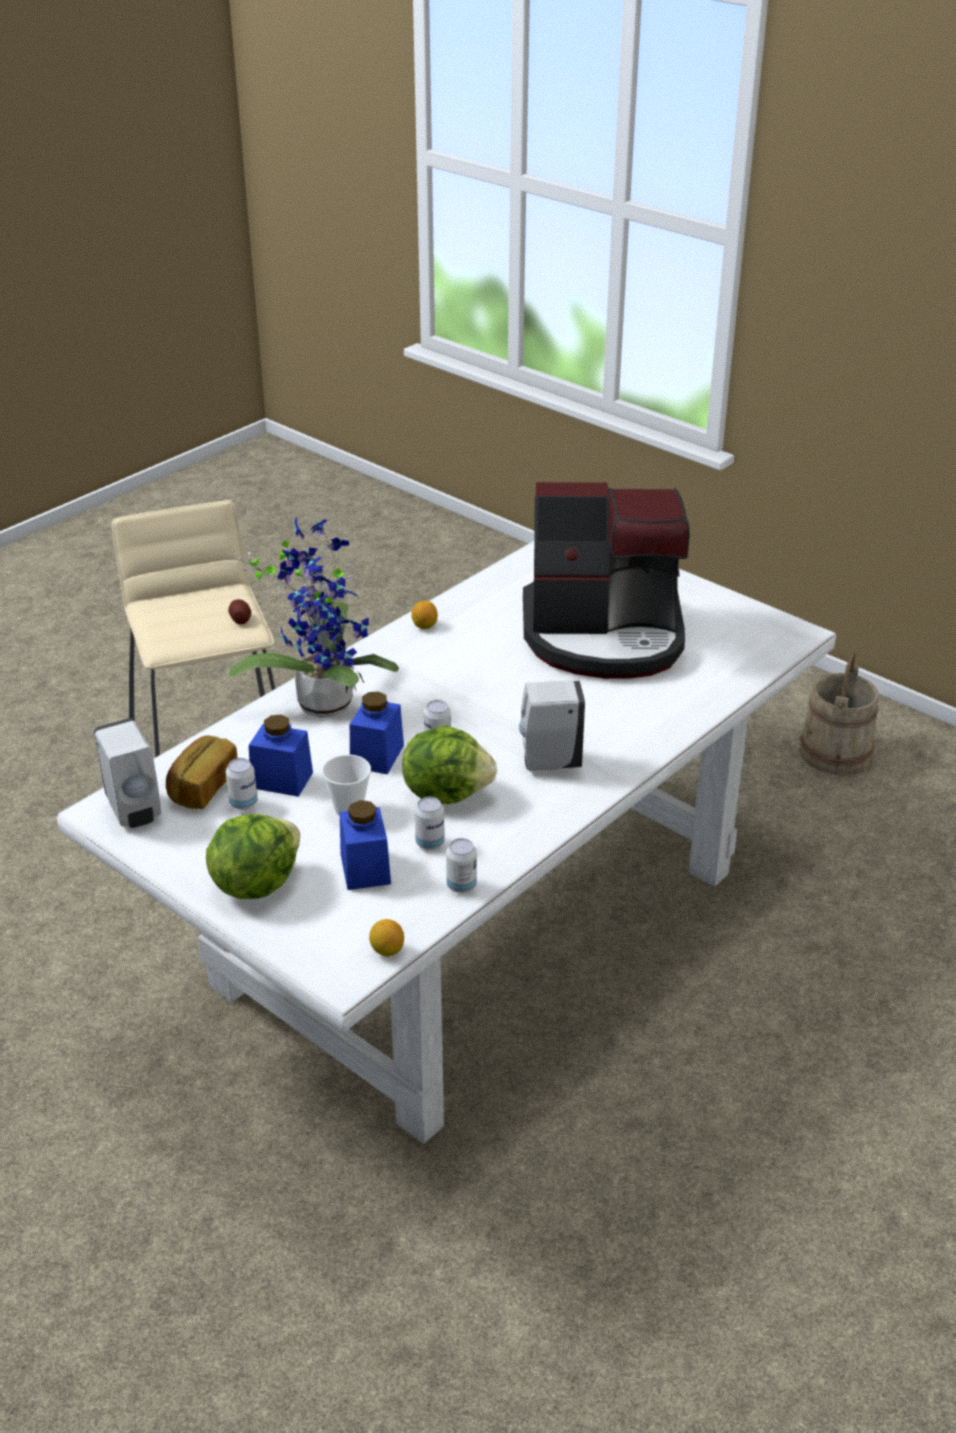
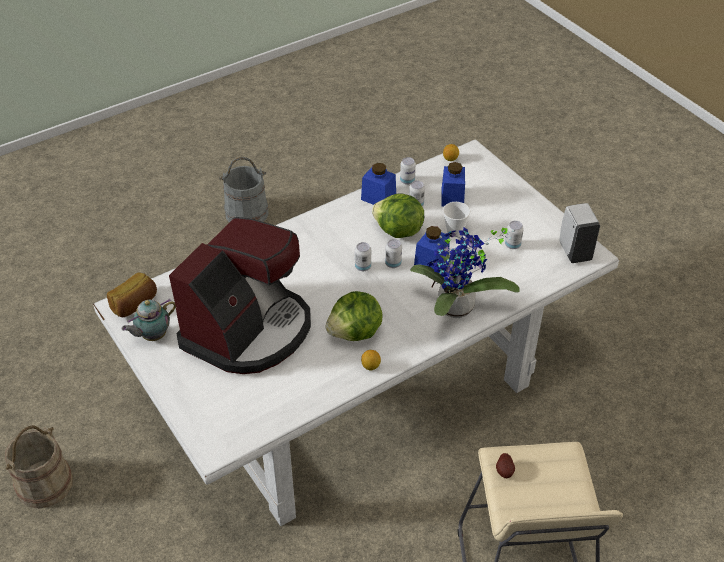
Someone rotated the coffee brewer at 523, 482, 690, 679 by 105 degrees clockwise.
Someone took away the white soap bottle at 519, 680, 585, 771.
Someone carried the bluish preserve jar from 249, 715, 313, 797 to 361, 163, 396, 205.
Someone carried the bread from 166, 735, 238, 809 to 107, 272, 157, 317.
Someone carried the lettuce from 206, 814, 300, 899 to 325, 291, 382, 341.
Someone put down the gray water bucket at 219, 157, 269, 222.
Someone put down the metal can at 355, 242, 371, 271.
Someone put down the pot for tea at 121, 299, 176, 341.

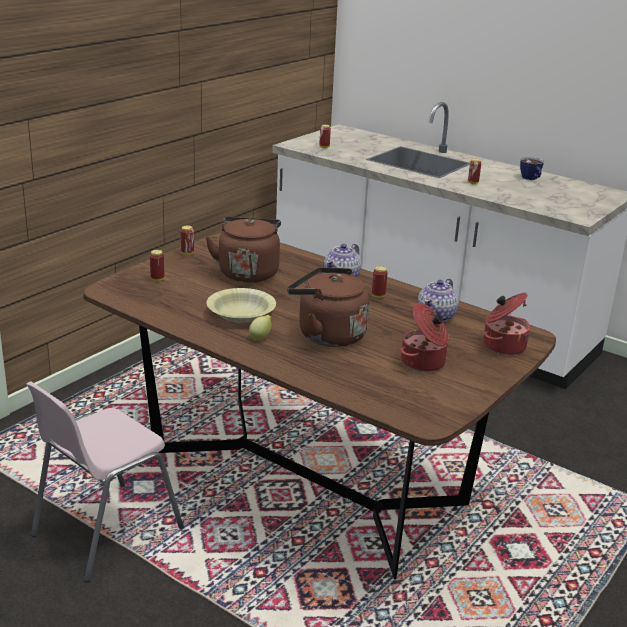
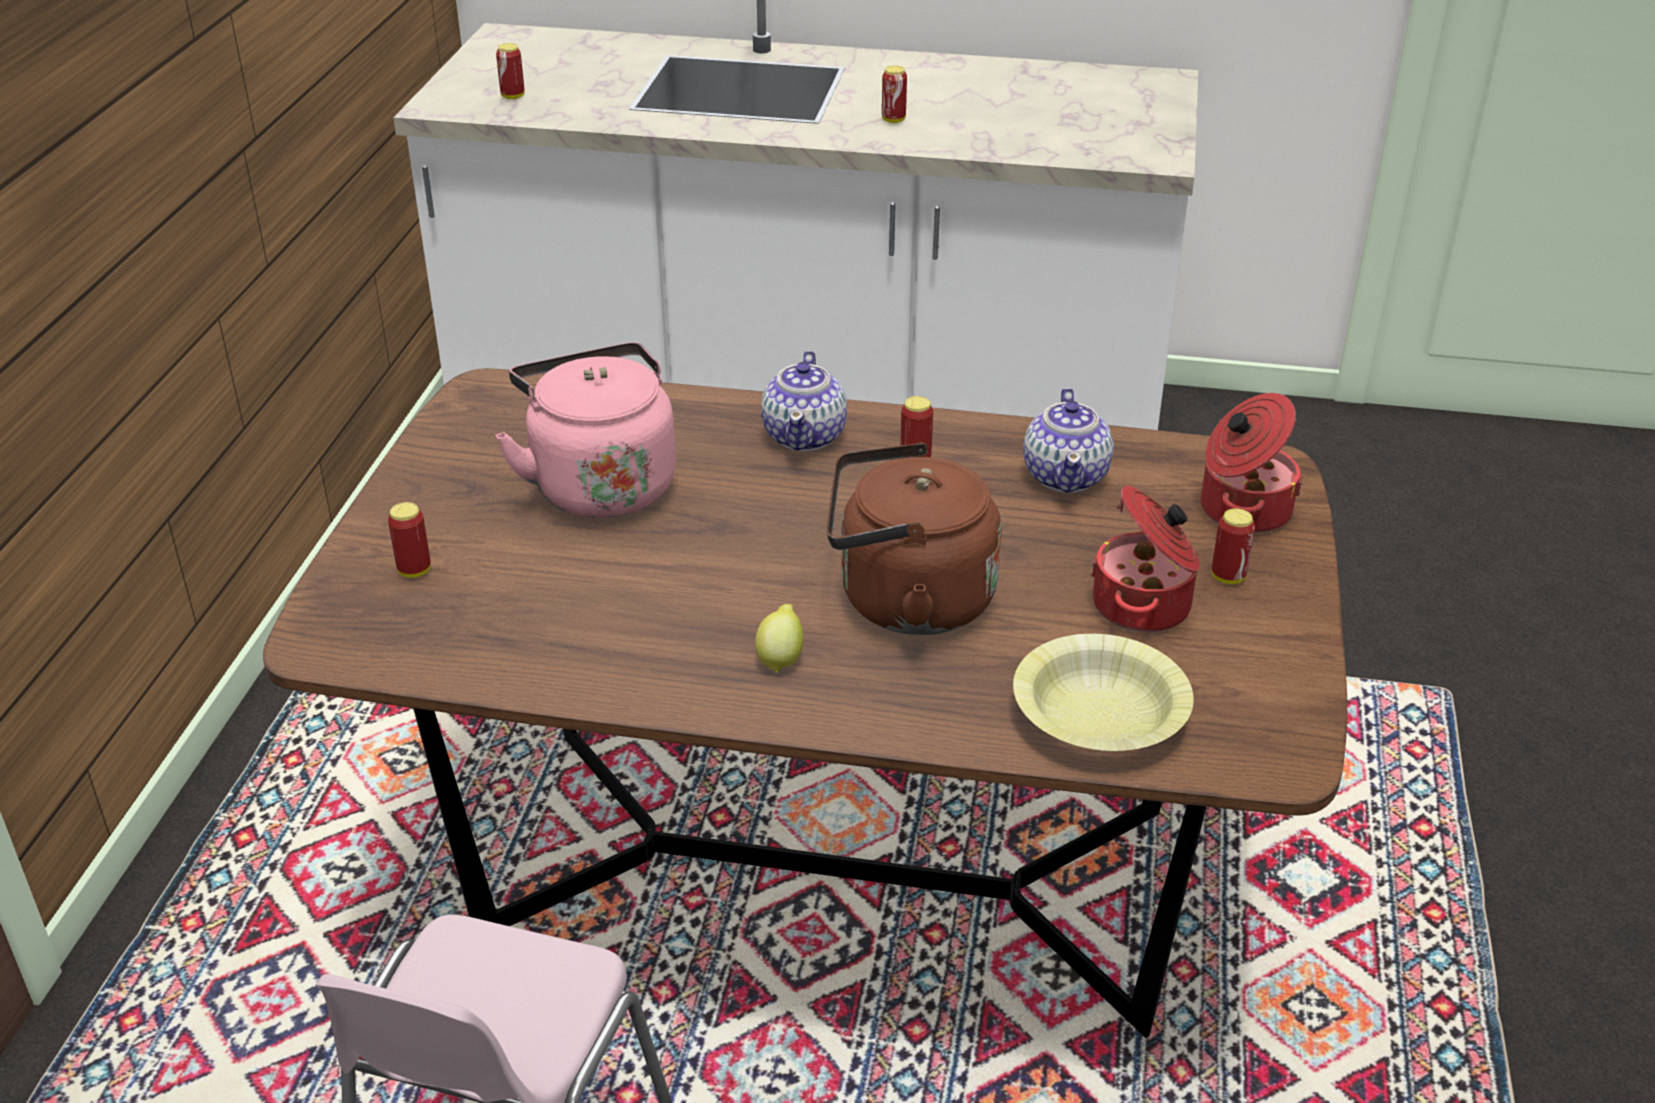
Someone took away the cup at 520, 157, 544, 180.
Someone repainted the brown kettle at 205, 217, 281, 283, which became the pink-coloured kettle at 495, 342, 676, 518.
Someone carried the metal can from 181, 225, 194, 255 to 1212, 508, 1255, 584.
Someone carried the yellow serving bowl from 207, 288, 276, 323 to 1013, 634, 1194, 751.

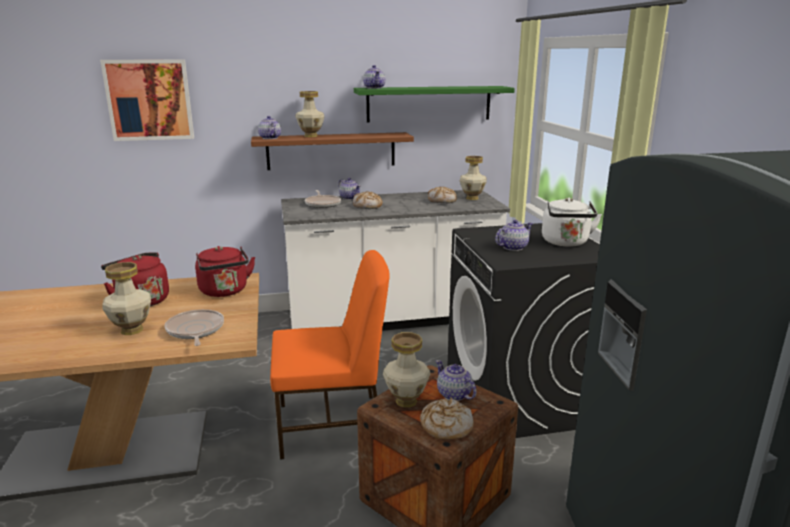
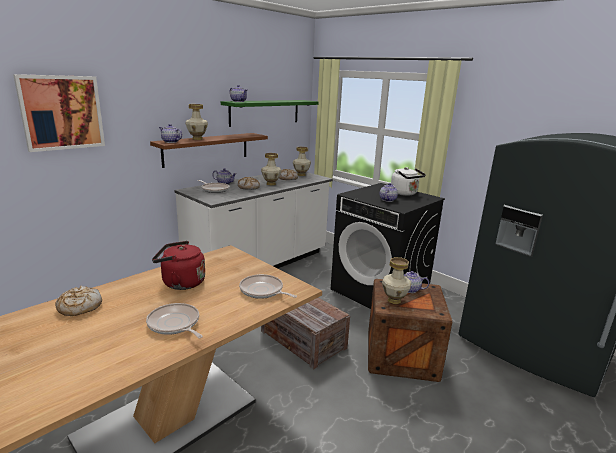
Someone took away the red-coloured kettle at 195, 246, 255, 297.
Someone swapped the orange upright chair at 270, 250, 390, 460 for the packing crate at 261, 298, 350, 369.
Someone carried the decorative vase from 102, 262, 151, 335 to 261, 153, 282, 185.
Someone carried the bread from 420, 398, 474, 439 to 55, 286, 102, 316.
Someone put down the skillet at 146, 303, 203, 338.

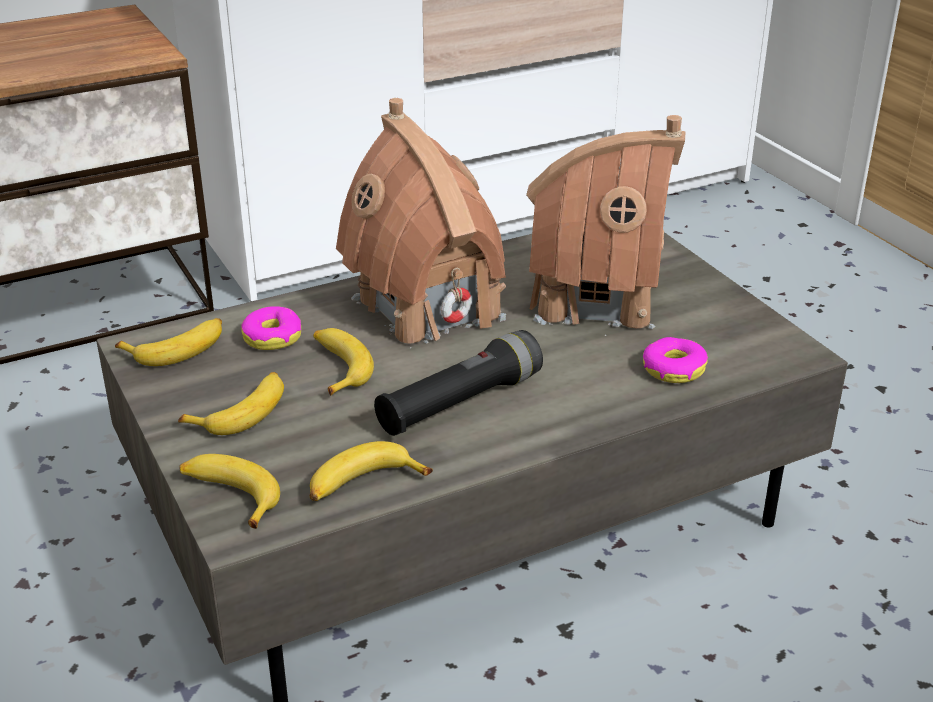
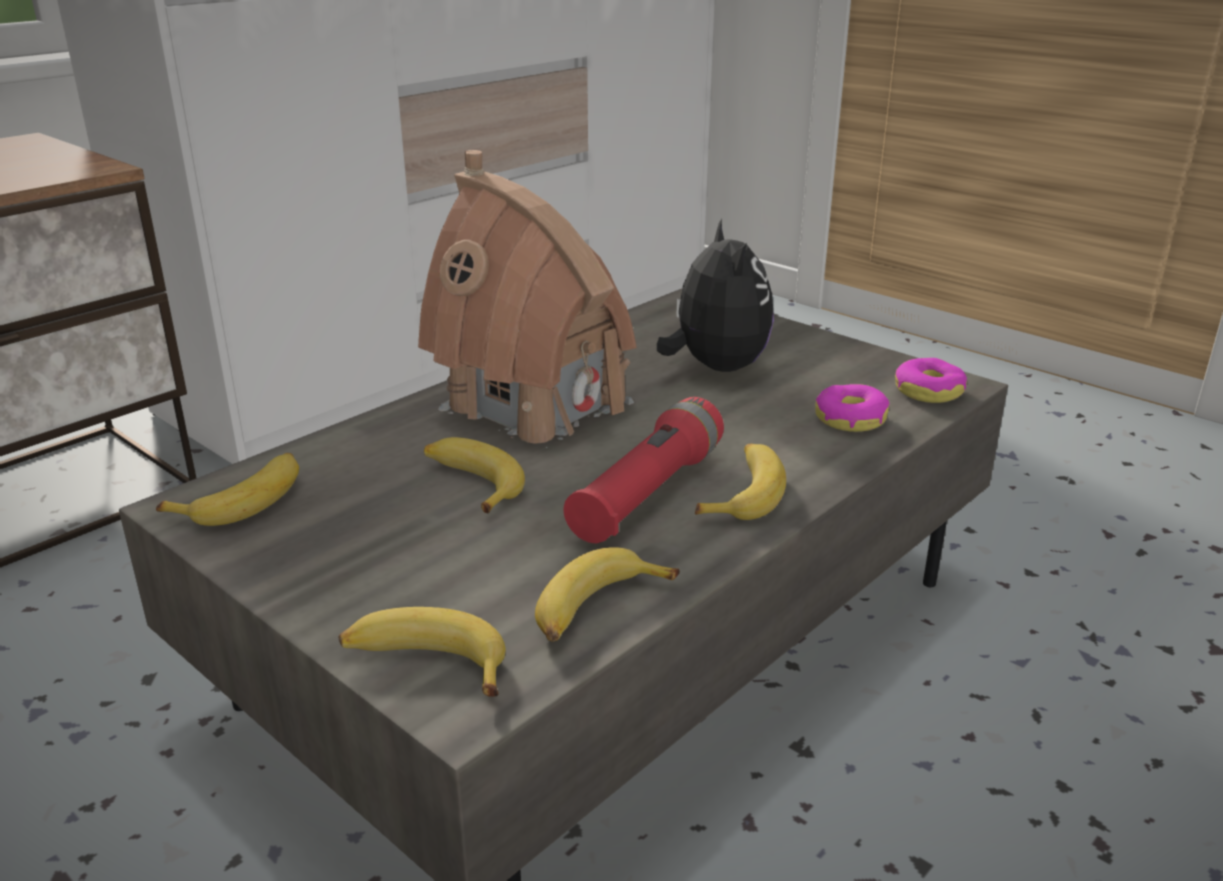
Someone swapped the model house at 526, 115, 686, 336 for the cuddly toy at 657, 218, 774, 372.
Someone carried the ring doughnut from 241, 306, 301, 350 to 895, 358, 967, 403.
Someone repainted the black torch at 374, 330, 543, 436, which became the red-coloured torch at 563, 397, 724, 543.
Someone carried the banana from 178, 372, 284, 435 to 695, 443, 786, 520.

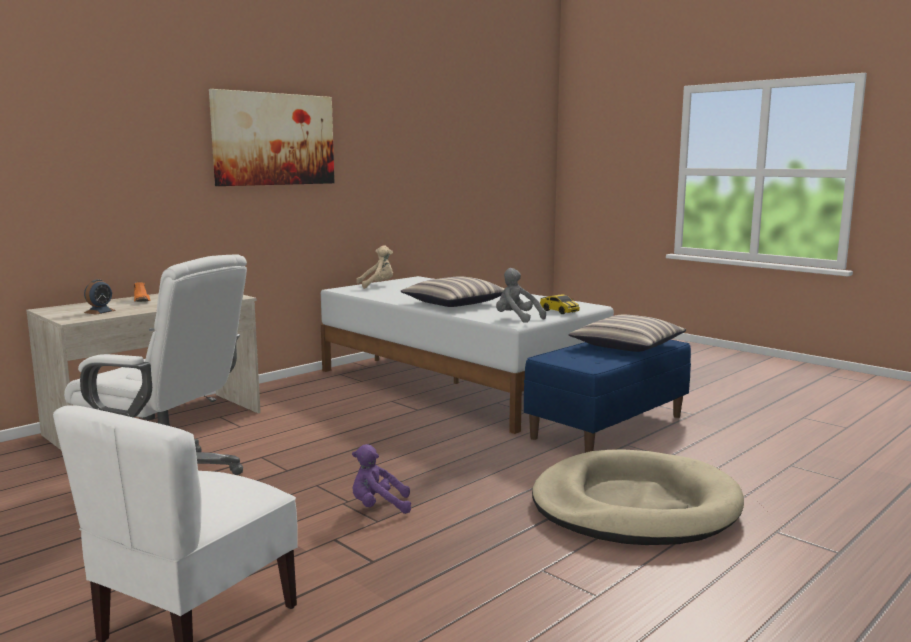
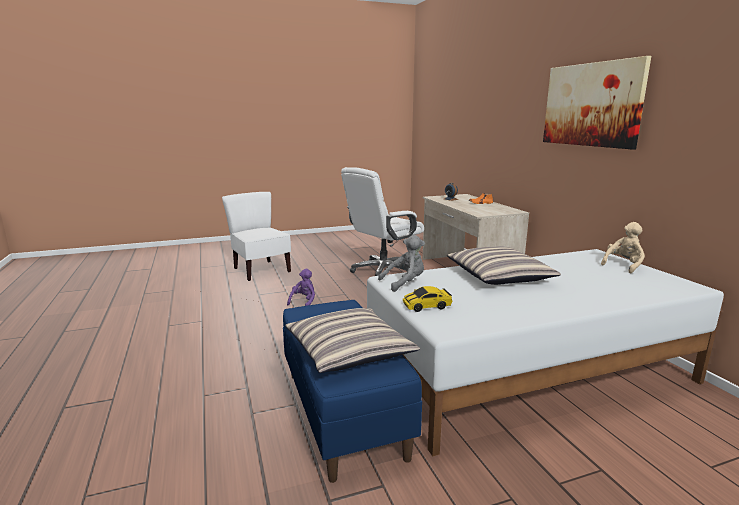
Someone rotated the sand-coloured cuddly toy at 356, 246, 393, 289 by 135 degrees counterclockwise.
Someone took away the sand-coloured pet bed at 532, 449, 744, 545.

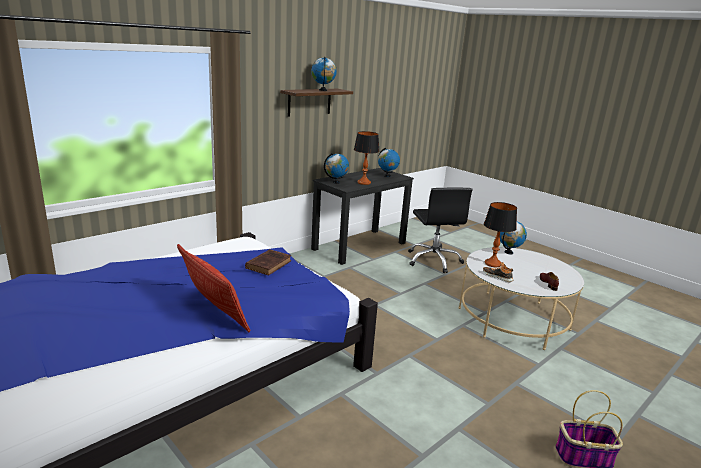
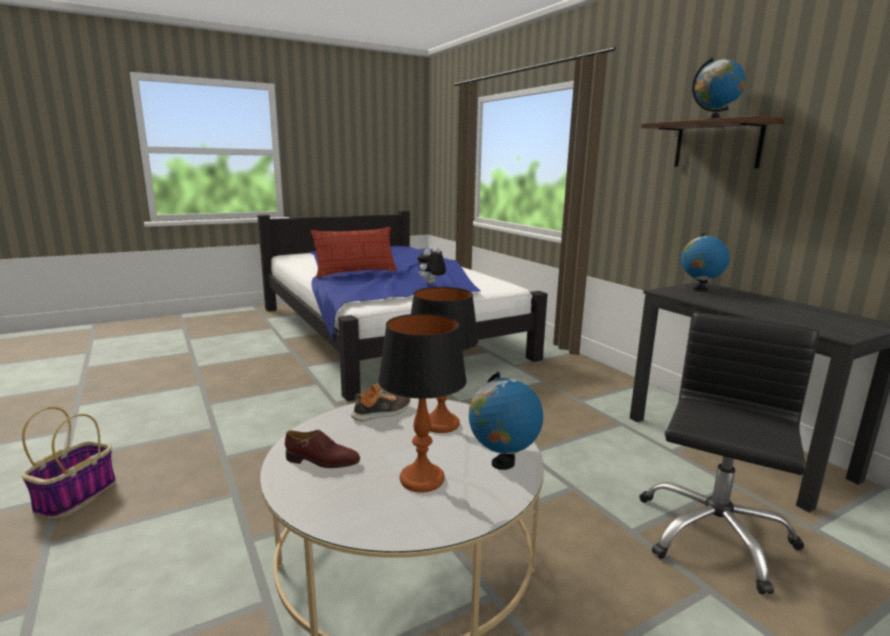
Someone carried the lamp for a table from 354, 131, 380, 185 to 378, 314, 467, 492.
Someone took away the desk globe at 378, 148, 400, 177.
Someone rotated the black computer chair at 408, 188, 473, 273 by 120 degrees clockwise.
Someone swapped the brown volume at 245, 249, 291, 275 for the cuddly toy at 417, 247, 446, 284.

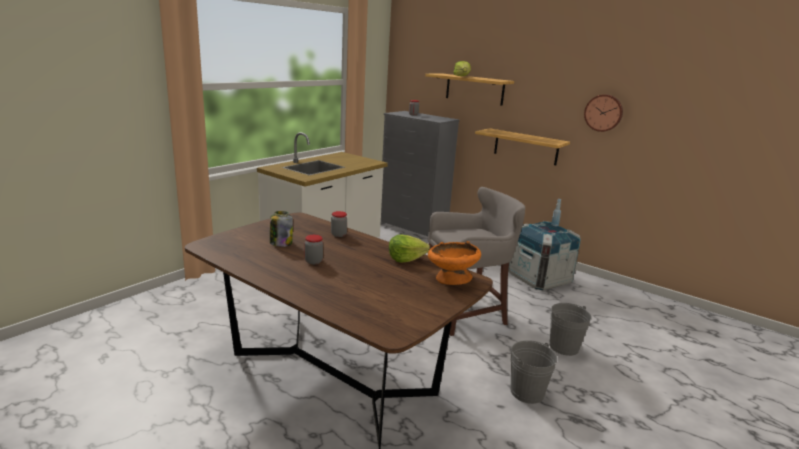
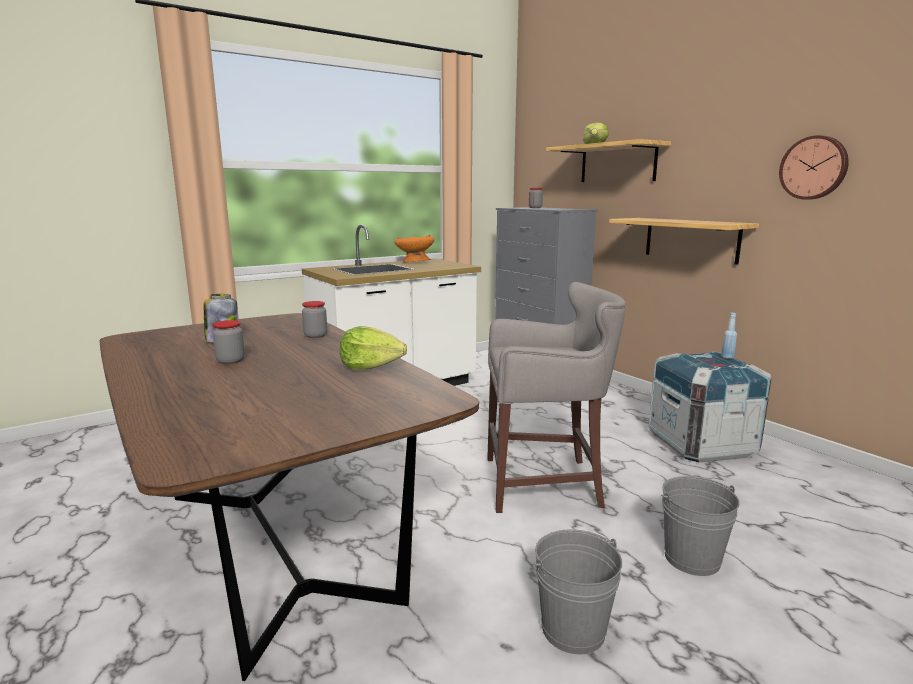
Someone carried the orange serving bowl from 428, 241, 481, 285 to 395, 235, 434, 263.

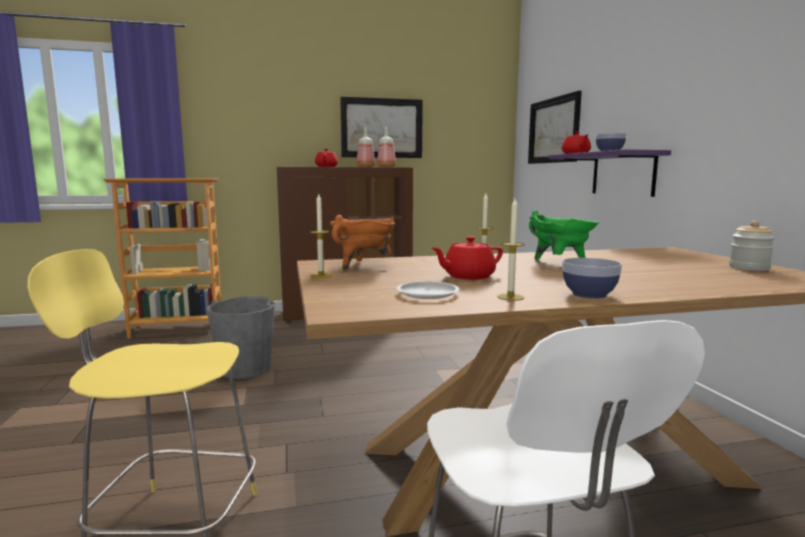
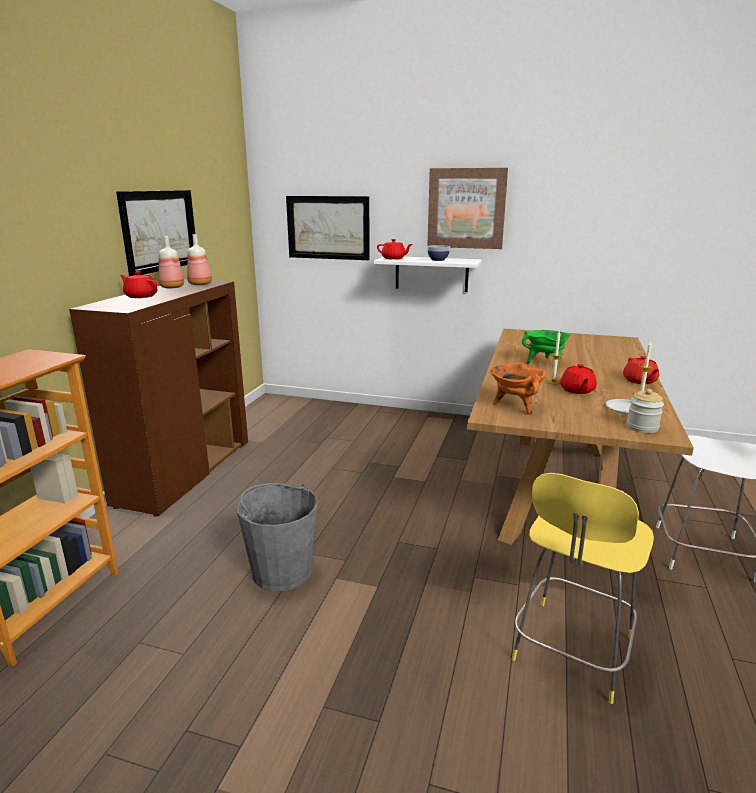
Someone repainted the purplish wall shelf at 549, 149, 671, 197, which became the white wall shelf at 374, 257, 482, 292.
Someone took away the wax candle at 310, 194, 332, 278.
Someone carried the preserve jar from 729, 221, 775, 271 to 627, 389, 664, 433.
Someone swapped the serving bowl at 562, 258, 622, 299 for the red-coloured pot for tea at 623, 356, 659, 384.
Someone put up the wall art at 427, 168, 508, 249.

